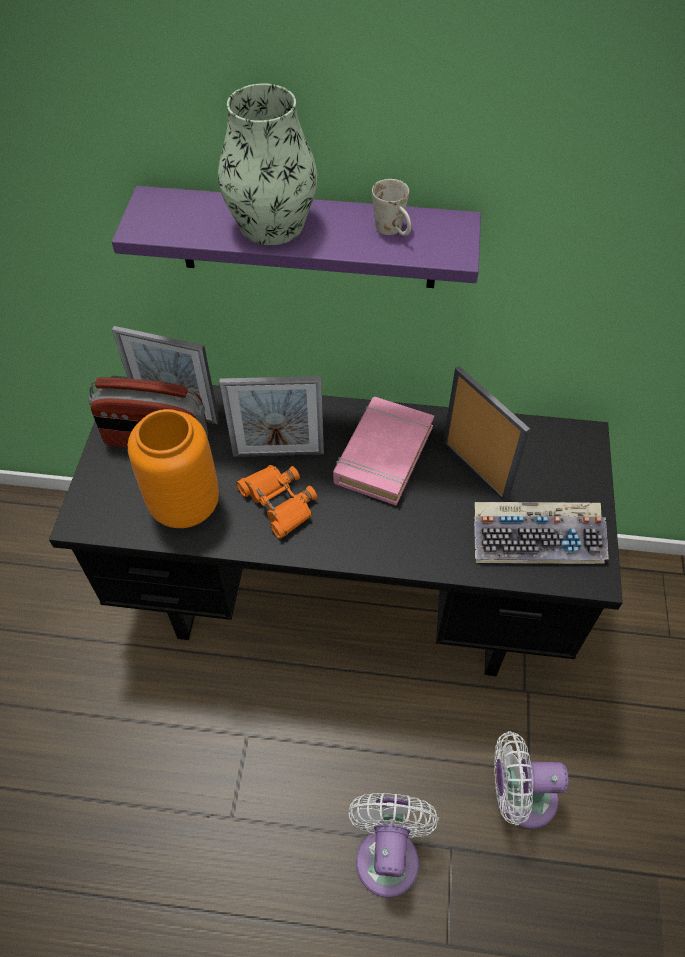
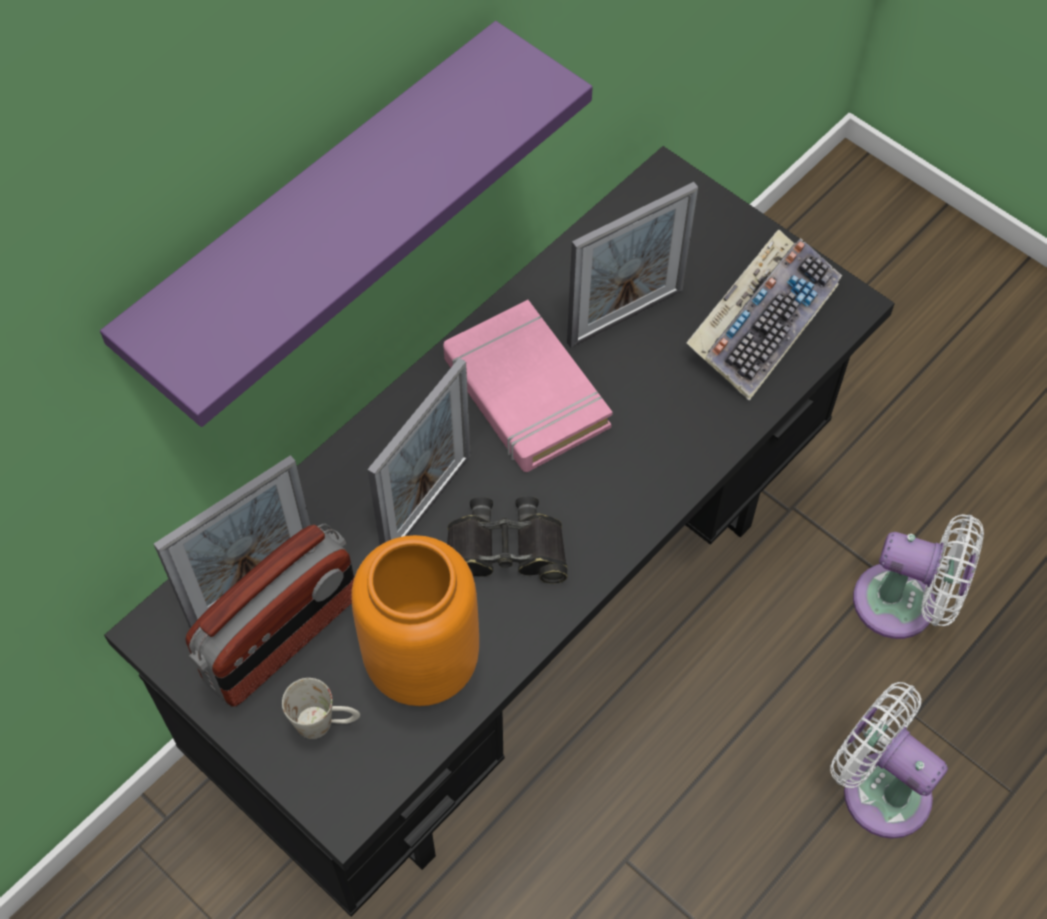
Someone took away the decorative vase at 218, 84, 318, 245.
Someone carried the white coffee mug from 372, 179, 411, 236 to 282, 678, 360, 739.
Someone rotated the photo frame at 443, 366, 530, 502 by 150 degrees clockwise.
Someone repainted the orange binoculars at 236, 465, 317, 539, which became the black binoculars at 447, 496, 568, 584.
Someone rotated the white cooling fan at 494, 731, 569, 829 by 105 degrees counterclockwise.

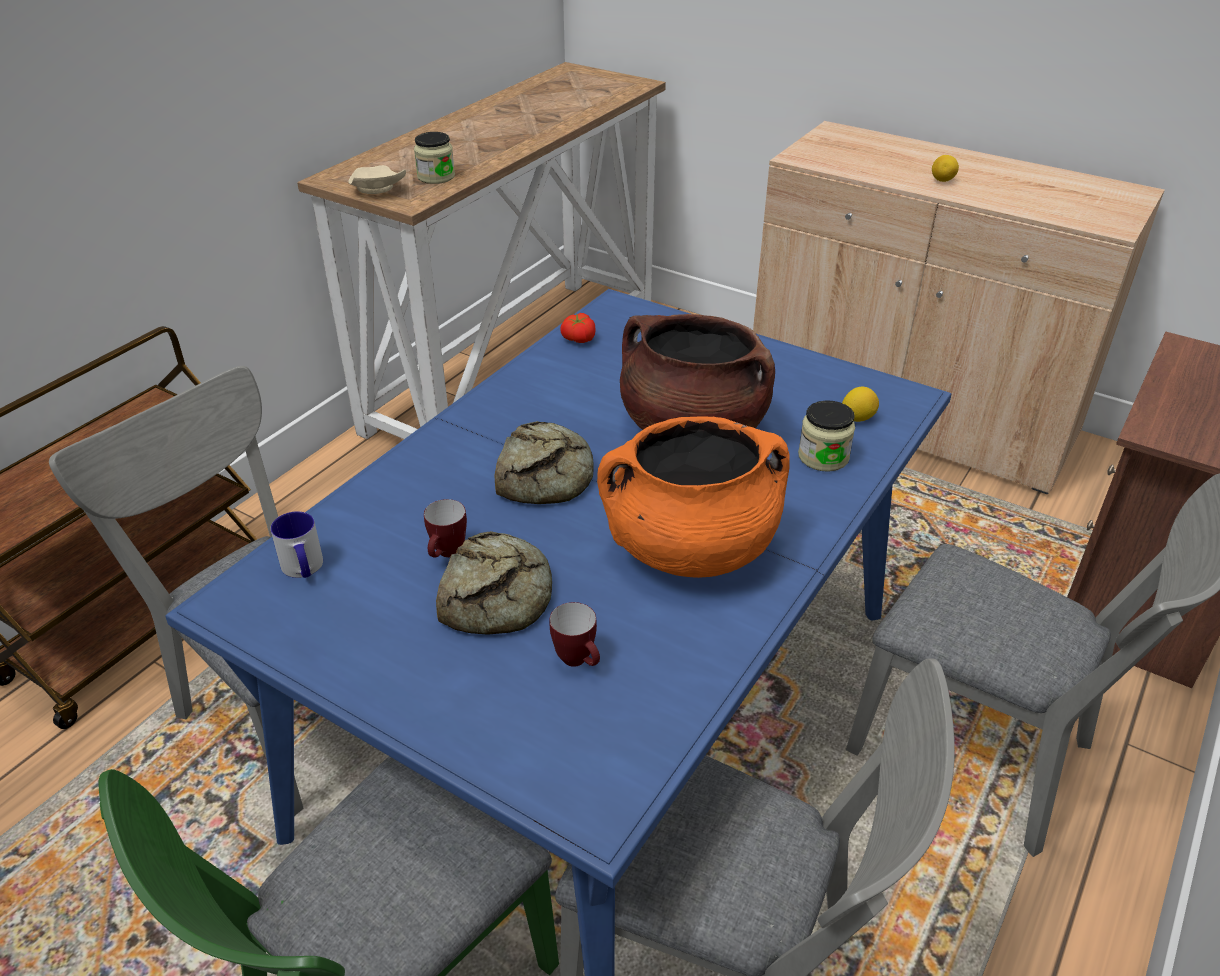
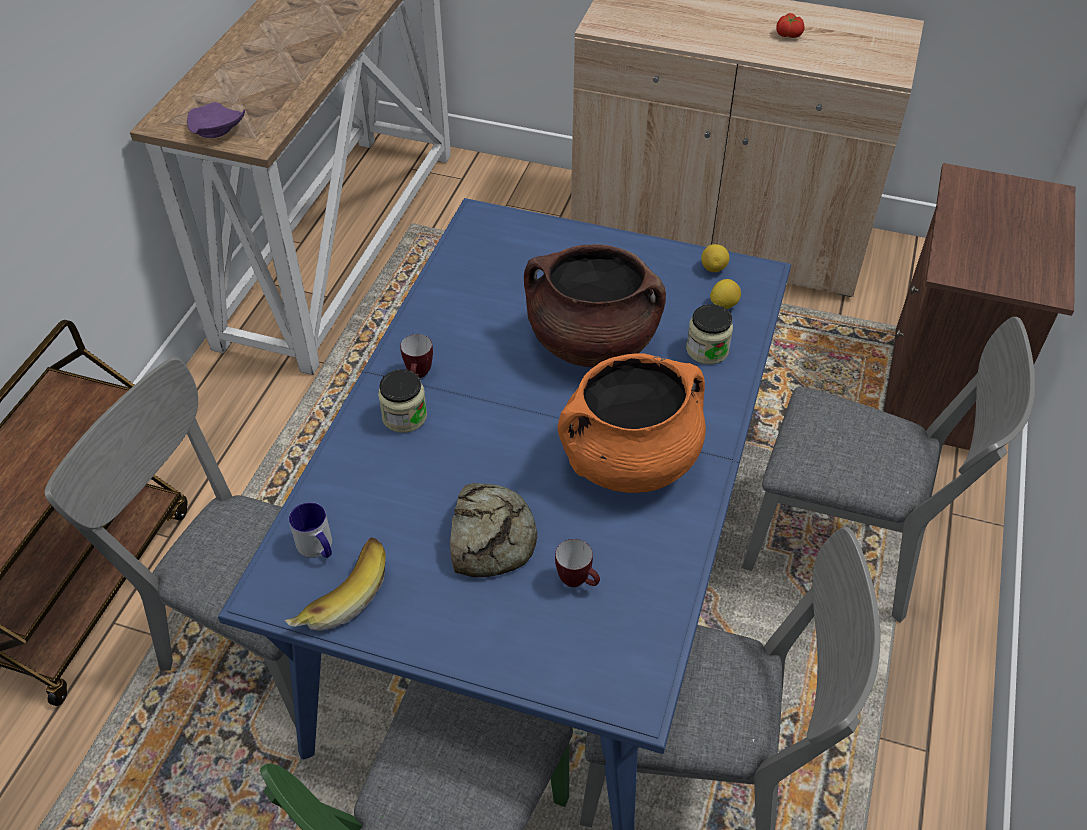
Someone carried the preserve jar from 414, 132, 455, 184 to 378, 369, 427, 433.
Someone carried the lemon from 932, 155, 959, 182 to 701, 244, 729, 272.
Someone repainted the sand-coloured plate at 348, 165, 406, 194, which became the purplish plate at 187, 102, 245, 138.
Someone carried the whole tomato from 560, 313, 595, 343 to 776, 13, 804, 38.
Someone took away the bread at 494, 421, 594, 504.
Someone carried the coffee mug from 424, 499, 467, 558 to 400, 334, 433, 378.
Someone put down the banana at 285, 537, 386, 631.

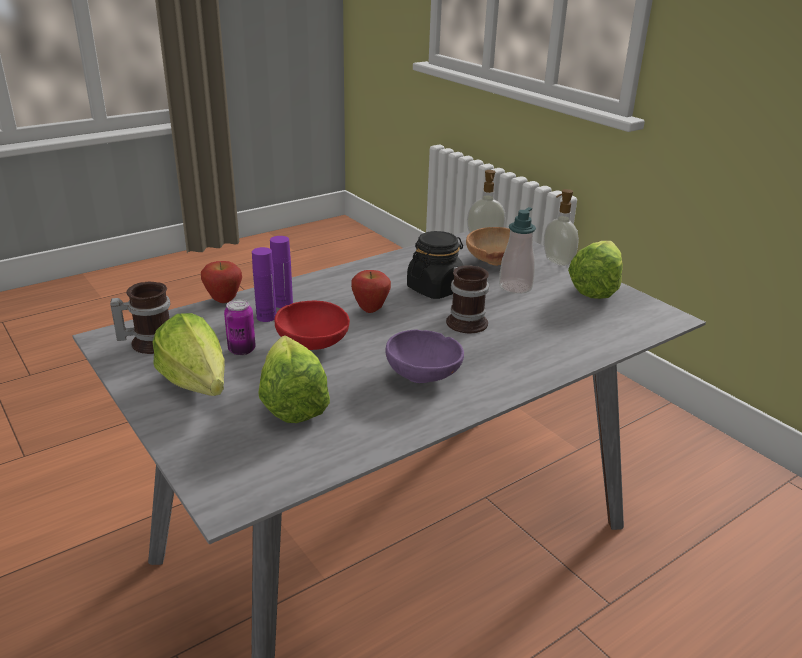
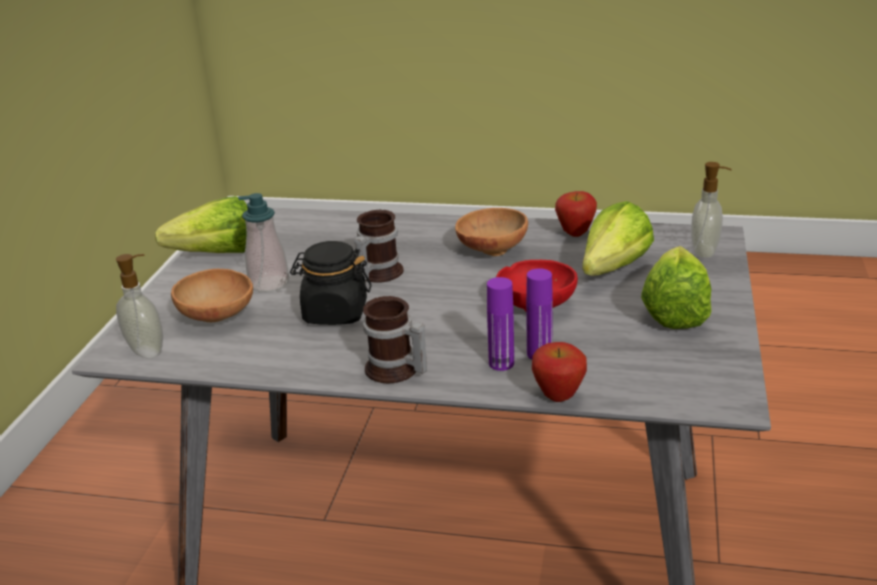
Someone carried the soap bottle from 544, 189, 579, 266 to 691, 162, 732, 259.
Someone carried the apple from 351, 270, 391, 313 to 555, 191, 597, 237.
Someone carried the coffee mug from 110, 282, 170, 354 to 363, 296, 427, 383.
Someone took away the metal can at 224, 299, 256, 356.
Someone repainted the purplish serving bowl at 385, 330, 464, 383, which became the brown serving bowl at 455, 208, 528, 256.

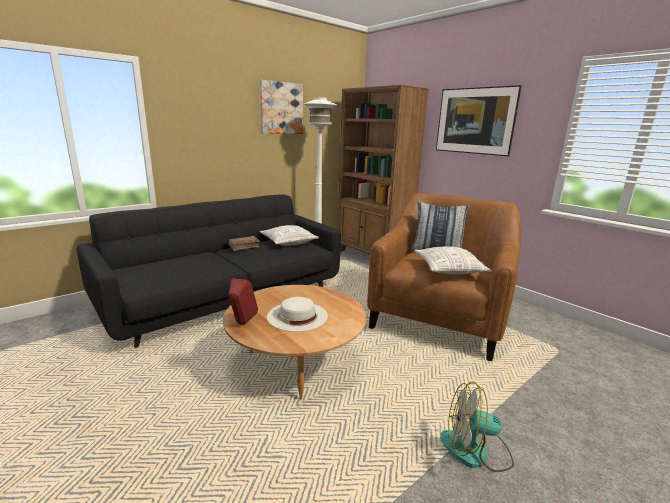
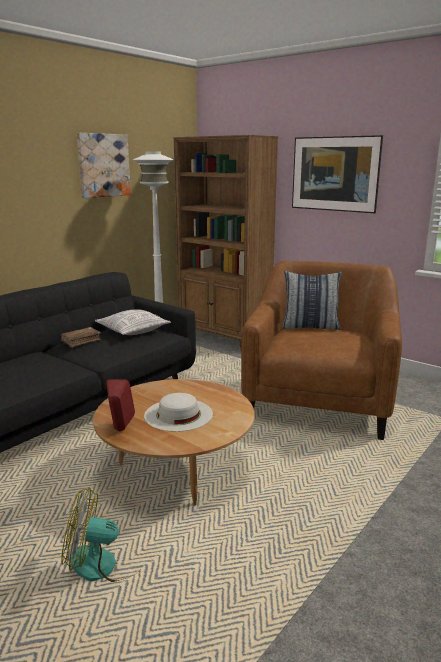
Someone took away the pillow at 414, 246, 492, 274.
Someone carried the cooling fan from 441, 381, 514, 472 to 61, 487, 137, 582.

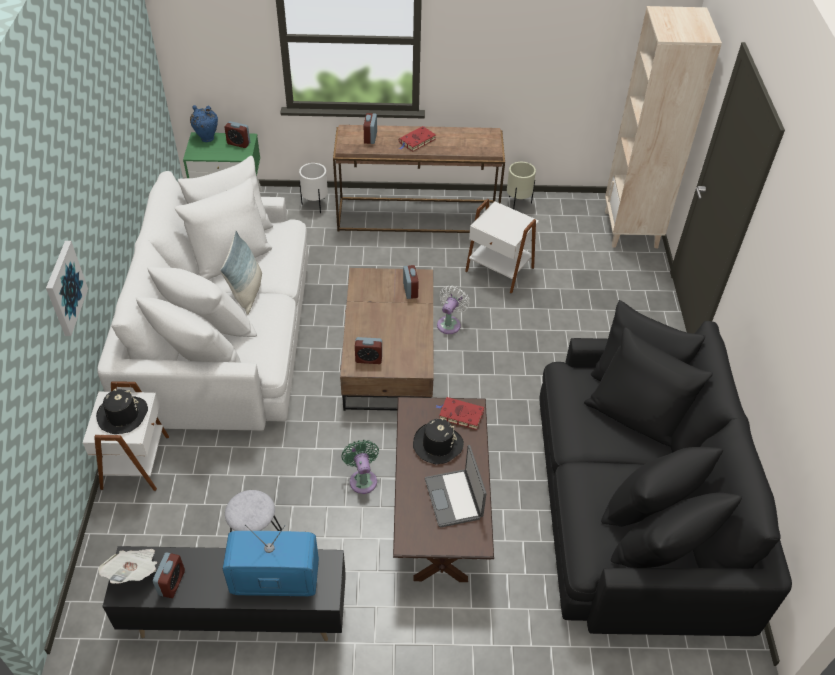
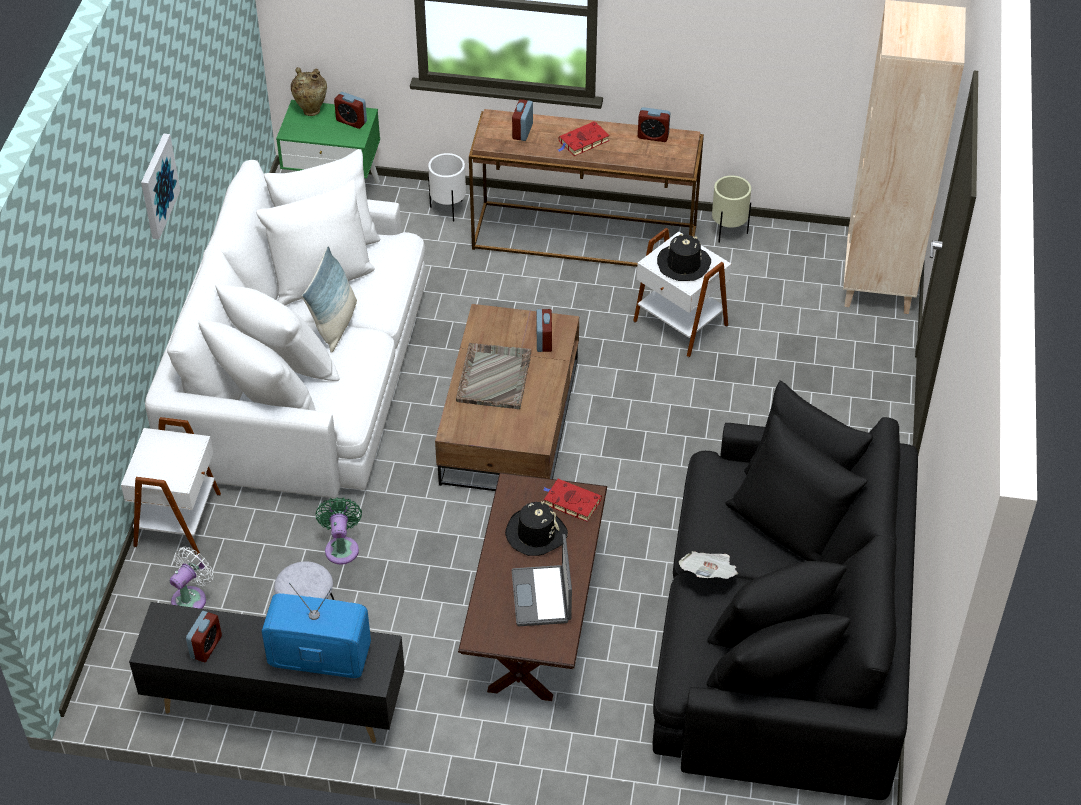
Someone repainted the bluish decorative vase at 190, 105, 218, 142, which became the sand-coloured decorative vase at 291, 67, 327, 116.
Someone carried the wall art from 46, 241, 88, 336 to 141, 133, 181, 240.
Someone carried the white cooling fan from 437, 286, 470, 334 to 170, 547, 213, 609.
Someone carried the bedside clock from 355, 337, 382, 364 to 638, 107, 670, 142.
Someone carried the black wearable hat from 96, 389, 148, 434 to 657, 233, 711, 281.
Someone carried the green cooling fan from 342, 440, 379, 494 to 316, 497, 362, 564.
Someone carried the daily paper from 98, 549, 157, 584 to 679, 551, 738, 579.
Someone put down the gray tray at 456, 343, 531, 409.

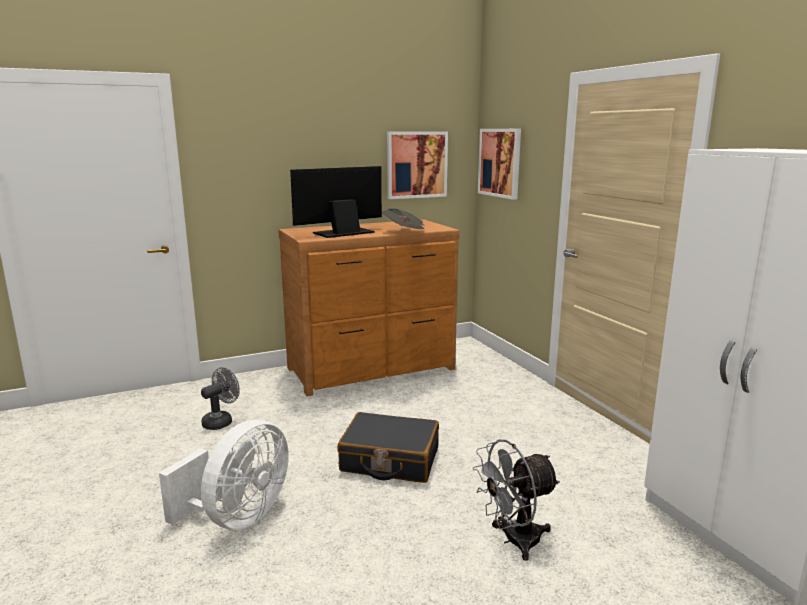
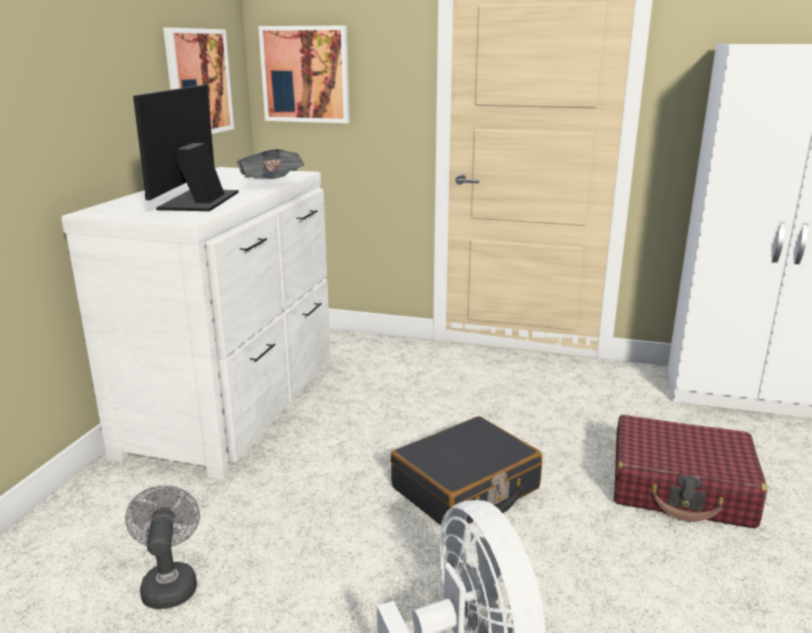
Someone repainted the brown drawer chest at 278, 220, 460, 397, which became the white drawer chest at 61, 167, 331, 479.
Someone swapped the gray cooling fan at 472, 439, 560, 561 for the red-coloured piece of luggage at 614, 415, 767, 528.

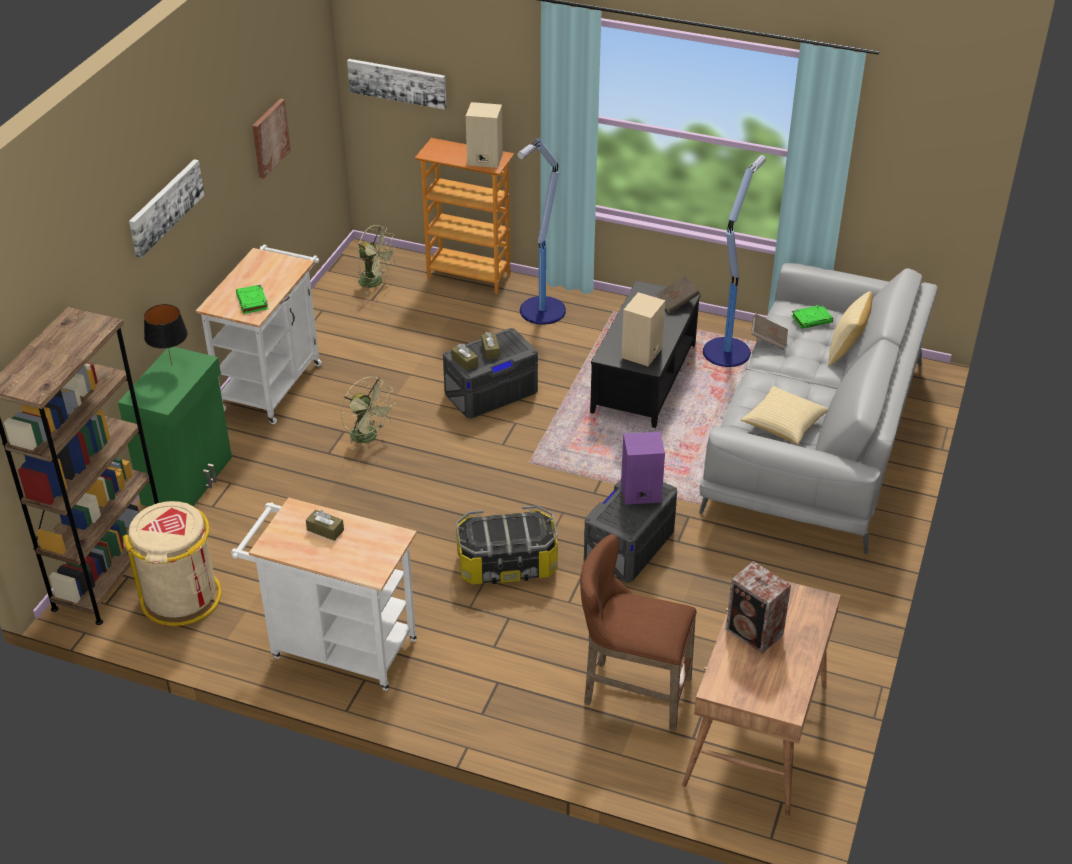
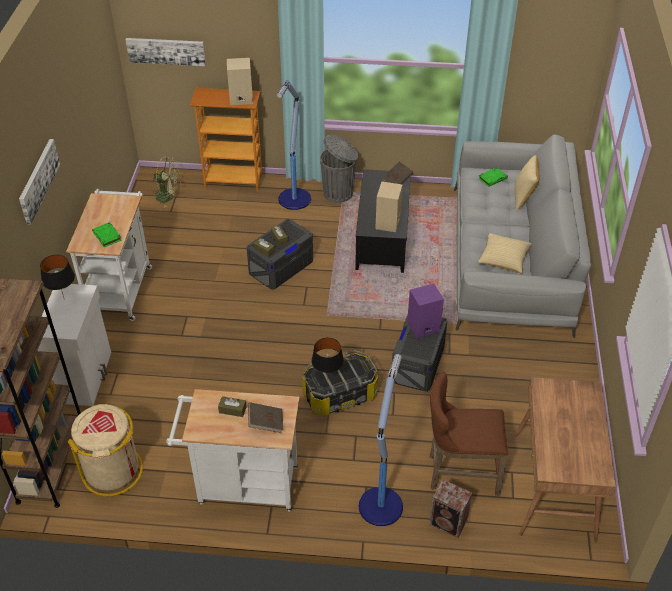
Someone took away the wall art at 252, 99, 291, 179.
Someone carried the standing lamp from 703, 155, 766, 367 to 359, 354, 403, 526.
Someone carried the brown volume from 751, 314, 788, 350 to 248, 402, 284, 433.
Someone repainted the green cupboard at 118, 347, 232, 506, which became the white cupboard at 38, 284, 111, 406.
Someone took away the green cooling fan at 341, 377, 396, 451.
Someone carried the loudspeaker from 726, 561, 791, 653 to 429, 480, 472, 538.
Someone put down the gray trash can at 320, 134, 358, 203.
Someone put down the black lamp for a table at 312, 338, 344, 373.

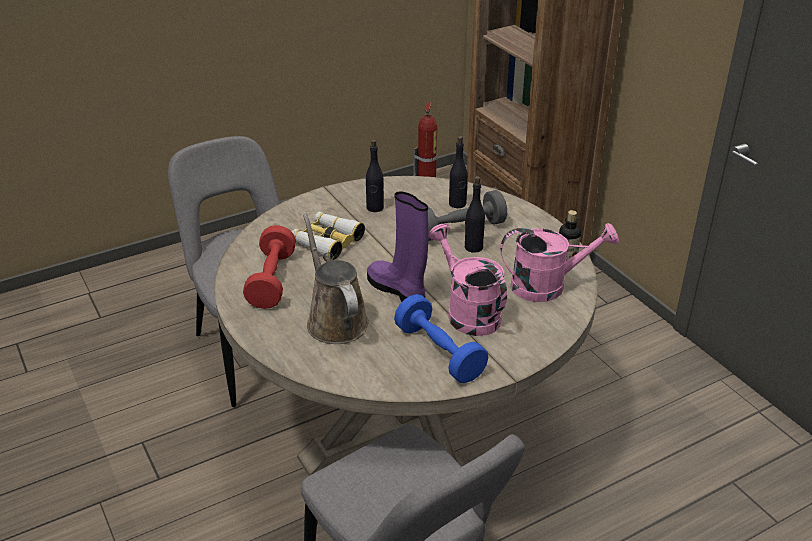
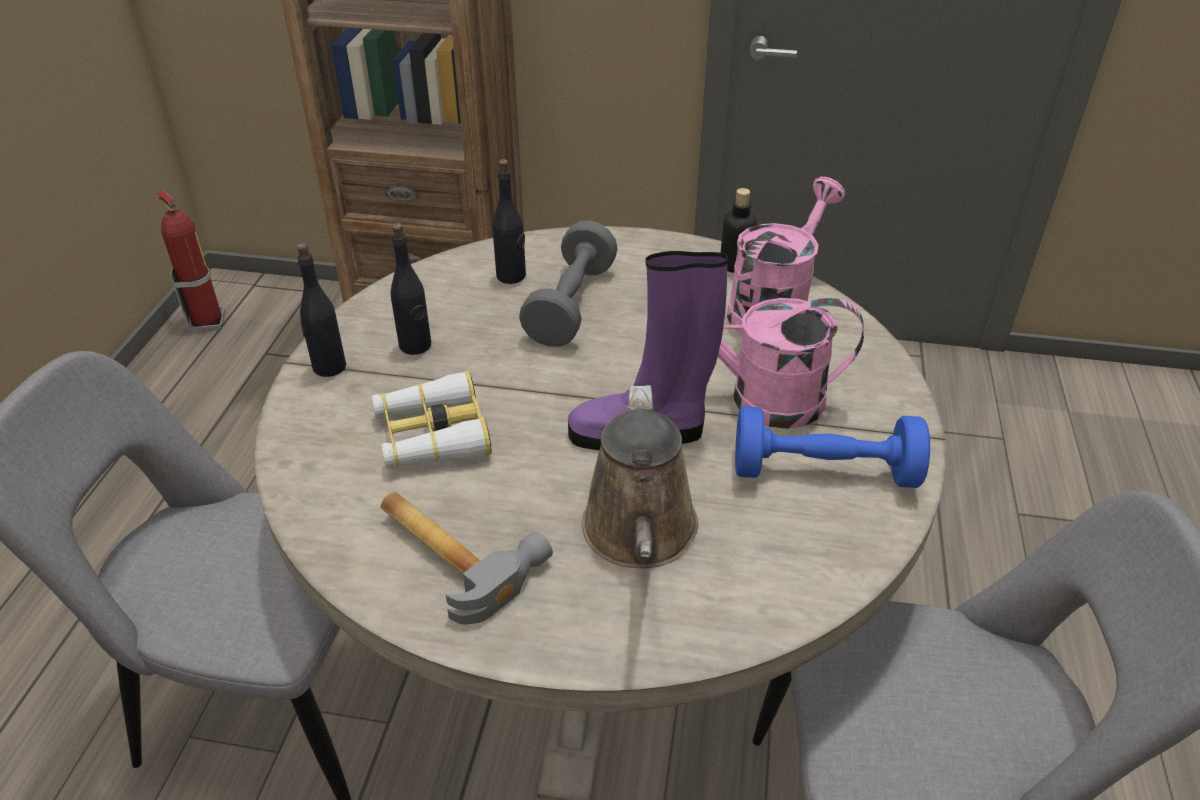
Someone carried the black bottle from 465, 176, 485, 253 to 297, 243, 346, 377.
Someone rotated the brown watering pot at 303, 214, 369, 344 by 105 degrees counterclockwise.
Someone swapped the red-coloured free weight at 243, 225, 296, 309 for the hand hammer at 380, 492, 553, 625.

